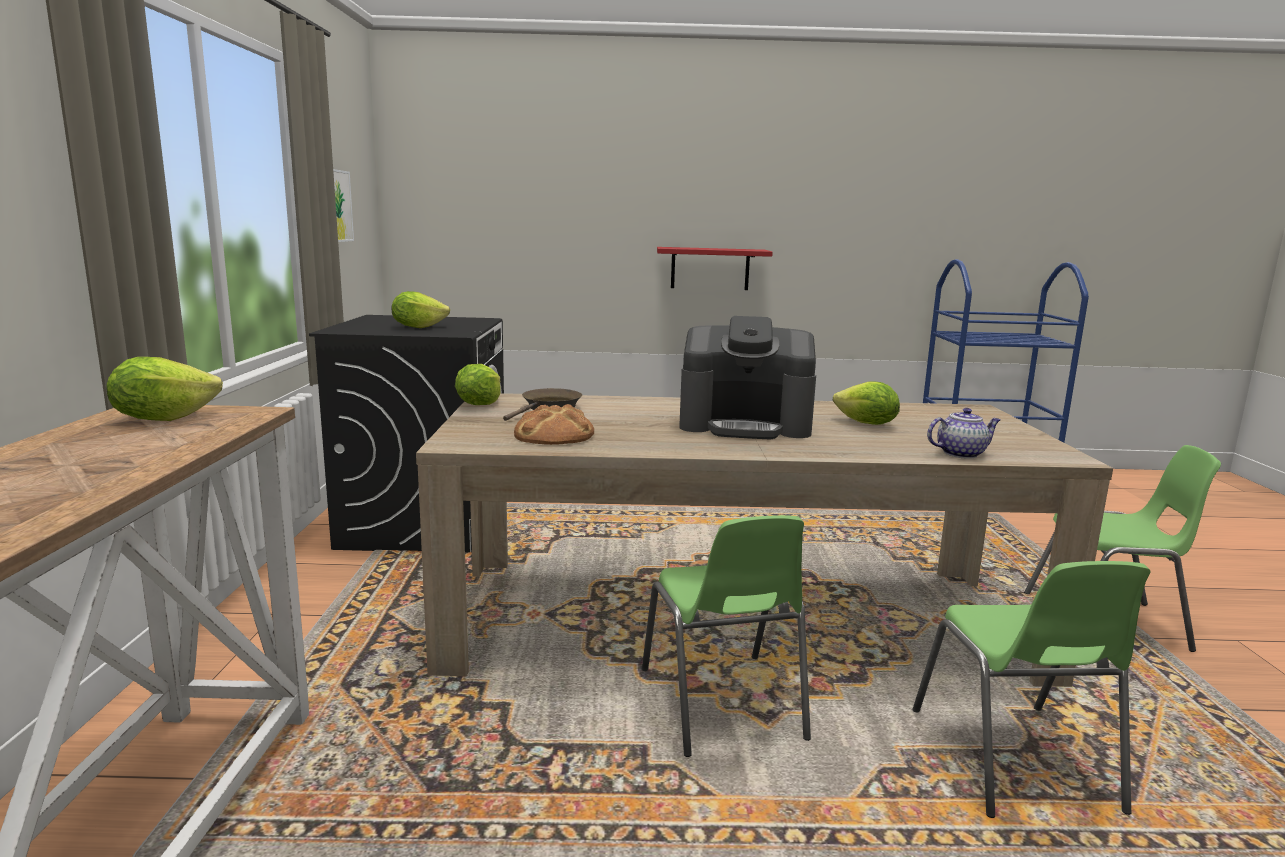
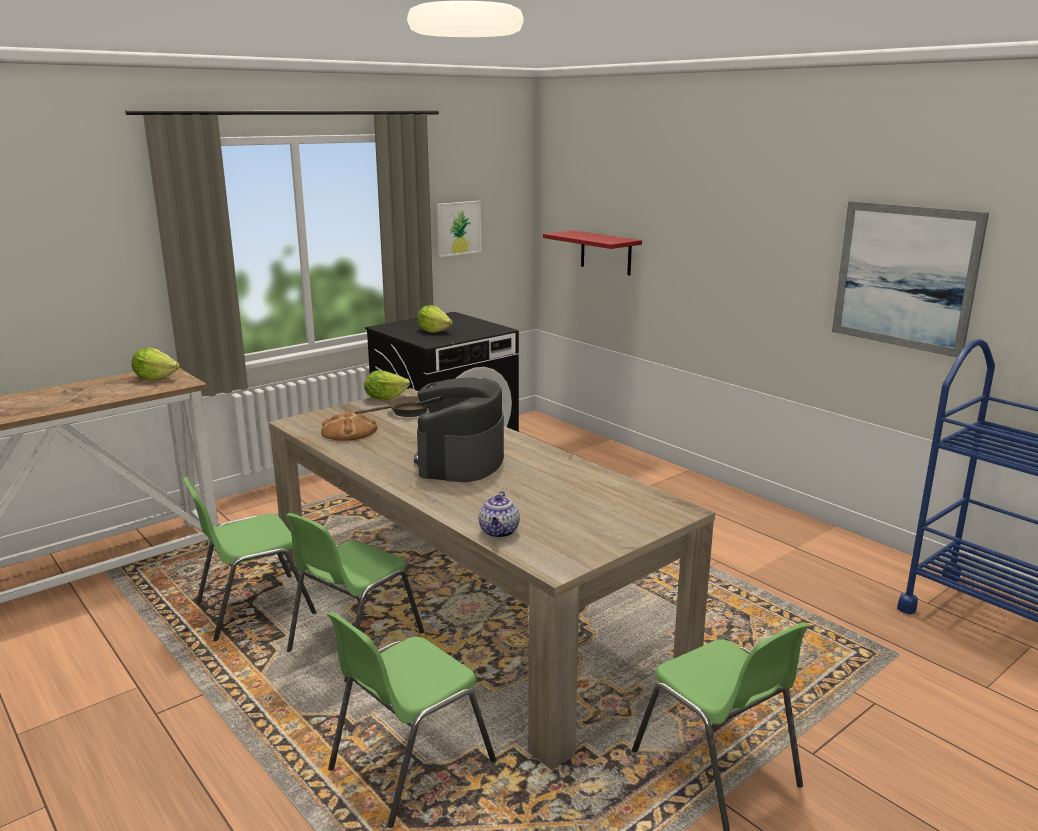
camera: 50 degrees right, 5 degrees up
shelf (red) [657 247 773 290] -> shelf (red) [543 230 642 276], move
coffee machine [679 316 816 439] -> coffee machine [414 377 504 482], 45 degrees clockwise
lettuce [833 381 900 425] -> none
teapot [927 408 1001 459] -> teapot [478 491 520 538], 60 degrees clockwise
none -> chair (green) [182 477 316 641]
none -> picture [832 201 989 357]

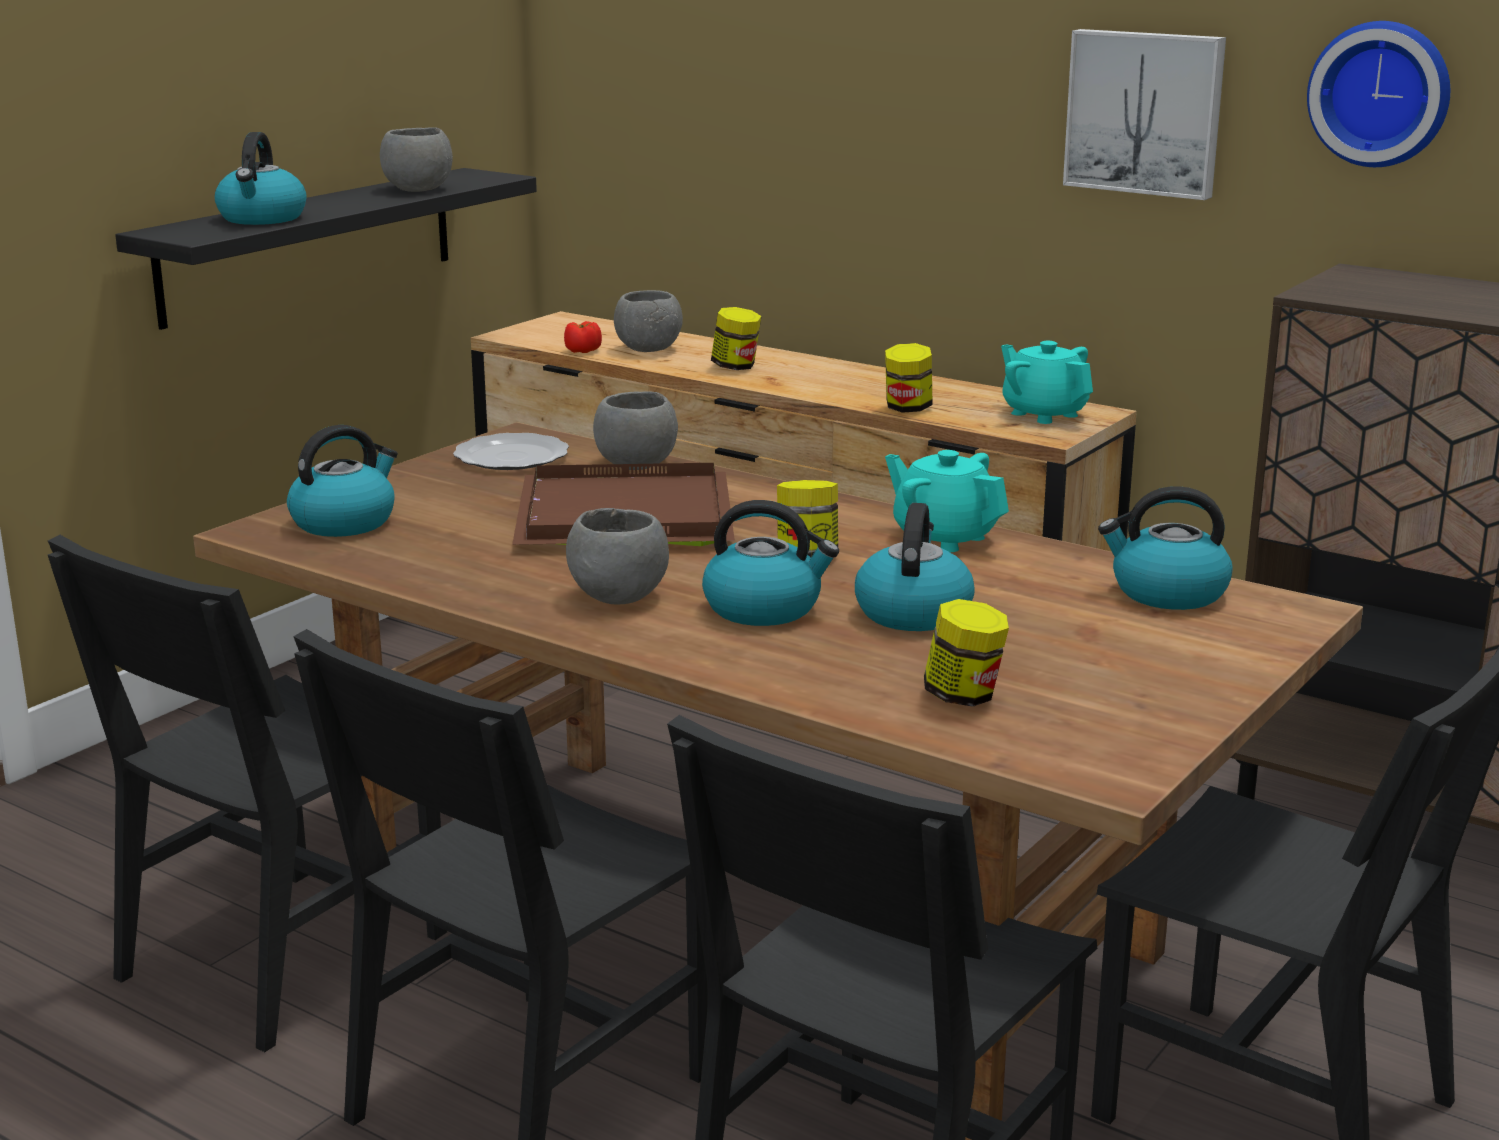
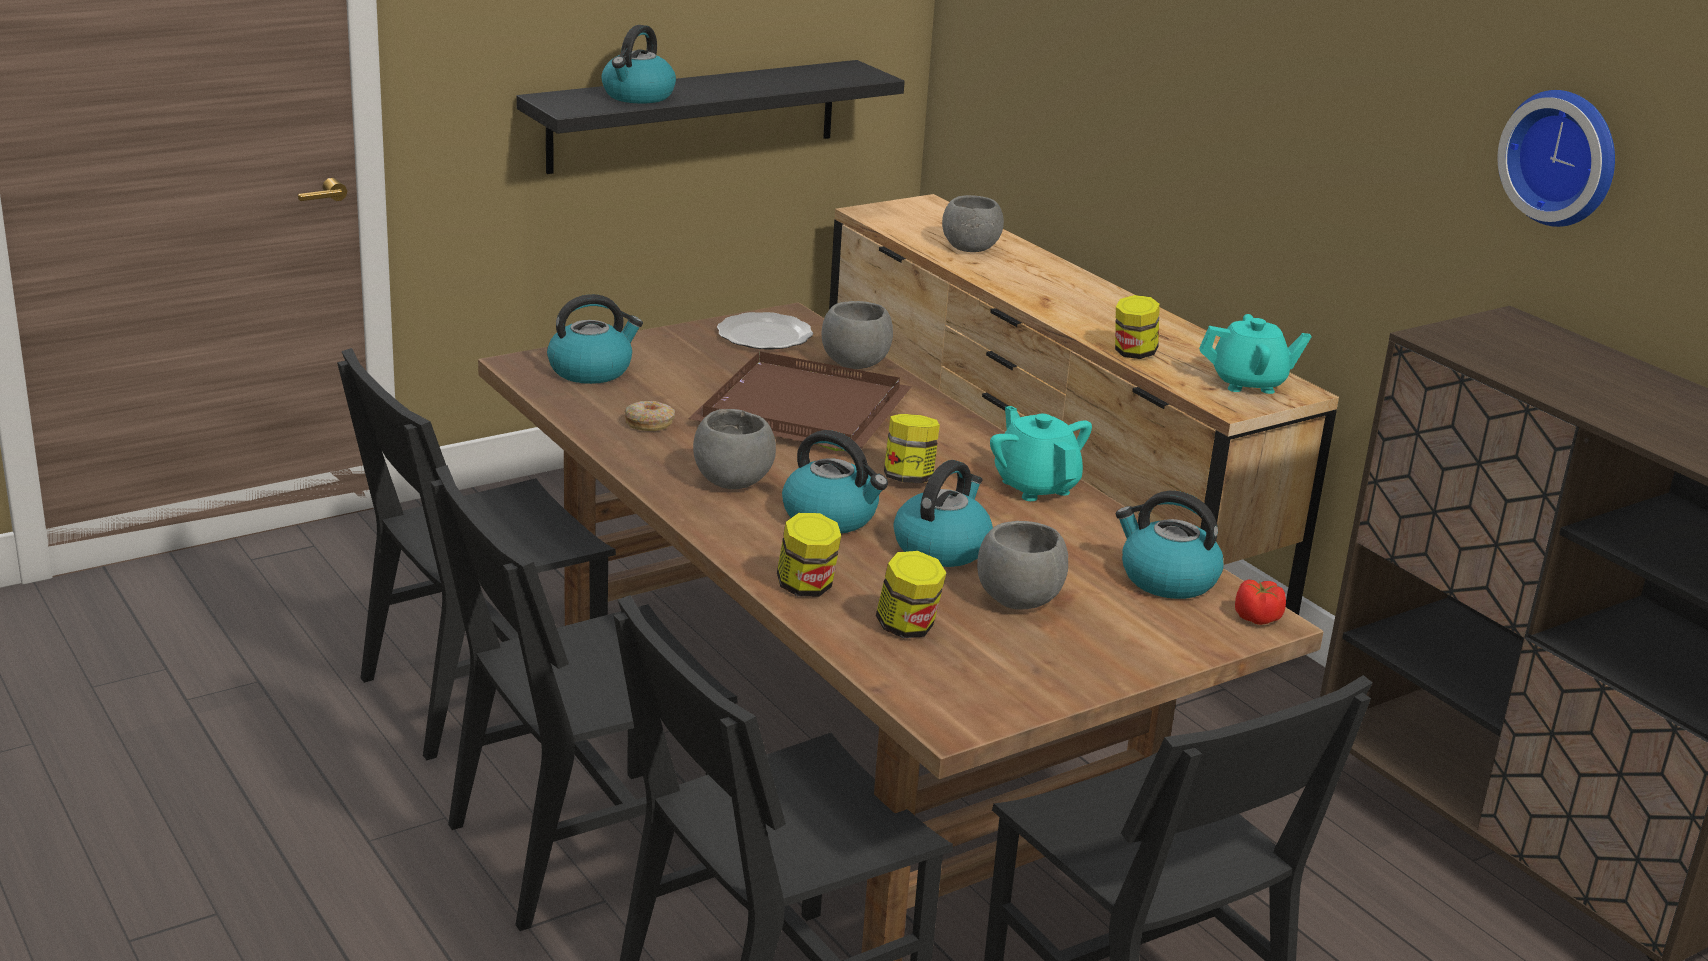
camera: 20 degrees right, 5 degrees up
bowl (grey) [380 127 453 192] -> bowl (grey) [977 521 1068 610], move
tomato [564 321 602 353] -> tomato [1235 579 1286 625], move
jar [711 307 761 370] -> jar [777 513 841 597], move
teapot (turquoise) [1001 341 1093 424] -> teapot (turquoise) [1199 314 1312 394], 105 degrees clockwise
picture [1063 29 1226 200] -> none
none -> donut [624 401 675 431]

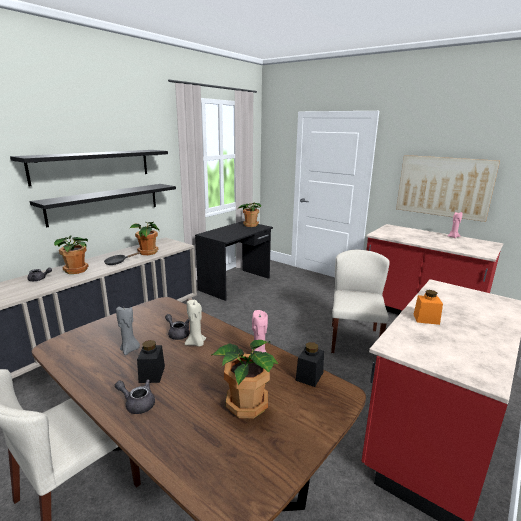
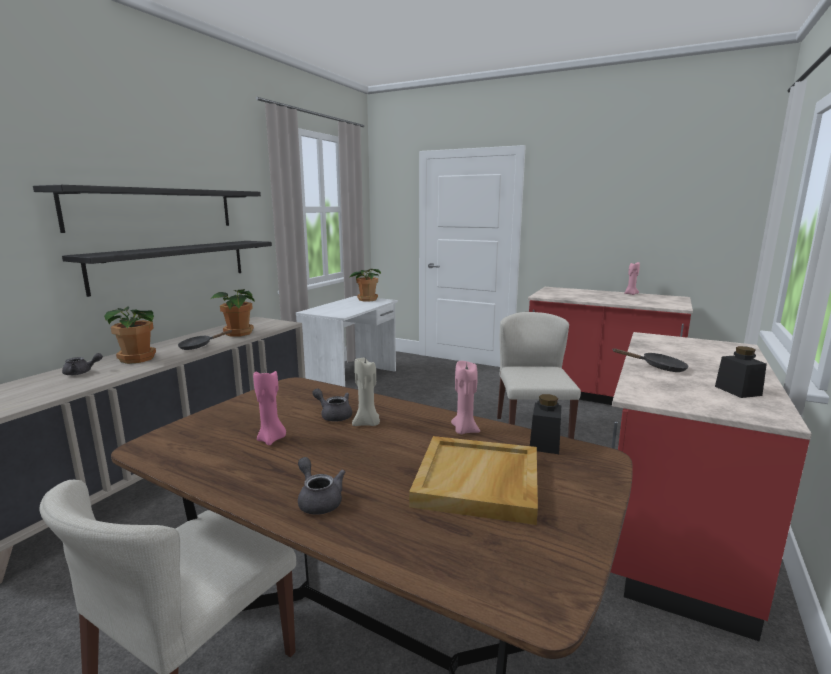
camera: 10 degrees left, 5 degrees down
teapot (grey) [115 380 155 414] -> teapot (grey) [298 457 345 515], 45 degrees clockwise
candle (grey) [116 307 140 355] -> candle (pink) [253 371 286 446]
jar (black) [137 340 165 383] -> jar (black) [715 346 767 398], move
desk (black) [195 221 273 301] -> desk (white) [296 296 398 387]
potted plant [211 340 279 419] -> tray (beige) [409 436 538 525]
picture [396 155 500 222] -> none
jar (orange) [413 290 443 325] -> frying pan (black) [612 348 689 372]

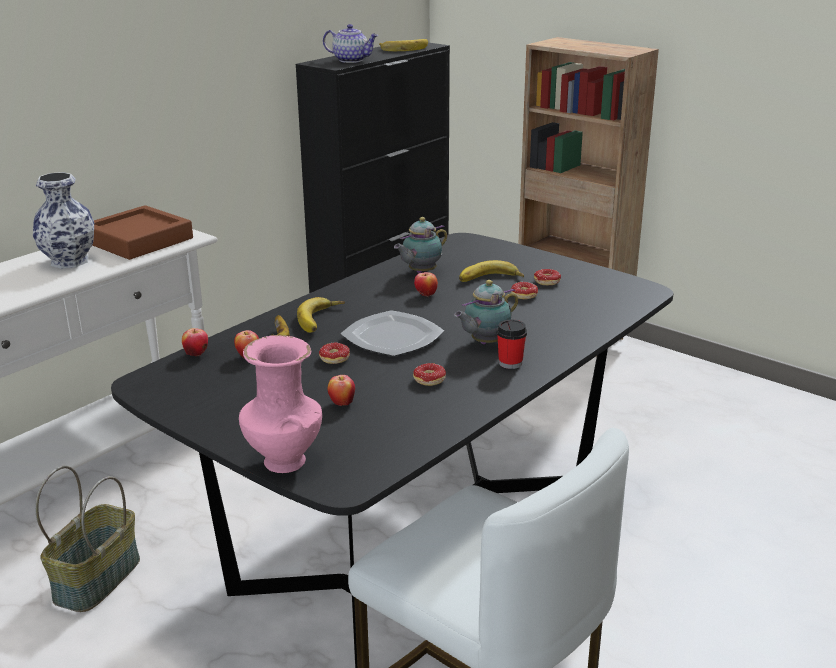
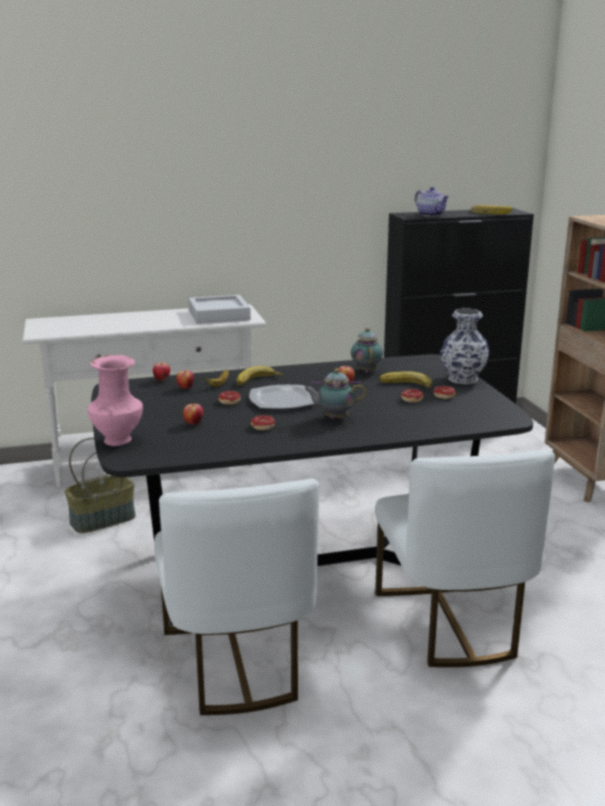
camera: 35 degrees right, 5 degrees down
vase [33 172 94 269] -> vase [440 308 489 384], move
tray (brown) [92 205 193 260] -> tray (grey) [188 295 251 324]
teapot [394 217 447 273] -> teapot [351 328 383 373], 90 degrees clockwise
cup [496 320 527 369] -> none
none -> chair (white) [375 449 555 667]

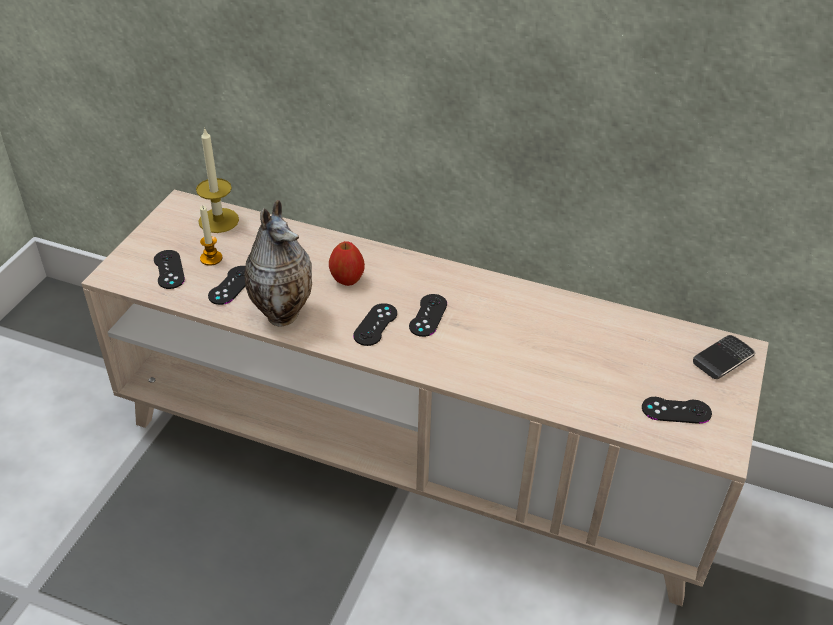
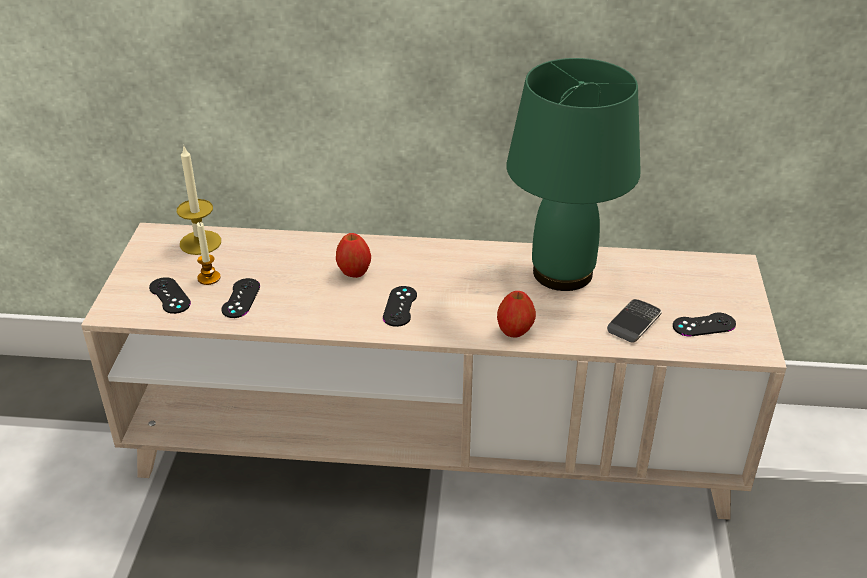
camera: 15 degrees left, 5 degrees down
vase [244 200 312 326] -> none
game controller (black) [409 294 447 337] -> none
phone [693 335 755 379] -> phone [607 299 662 342], move
none -> apple [497 291 536 337]
none -> table lamp (green) [506 58 641 291]

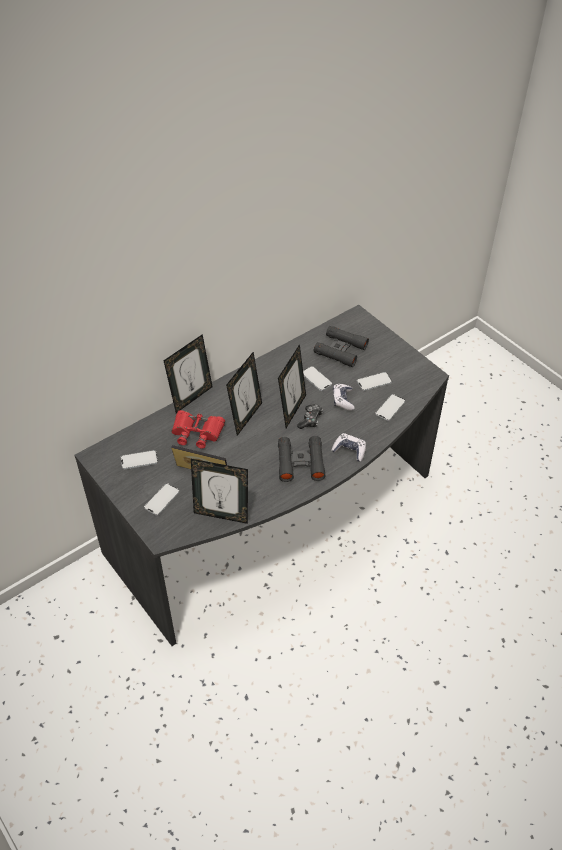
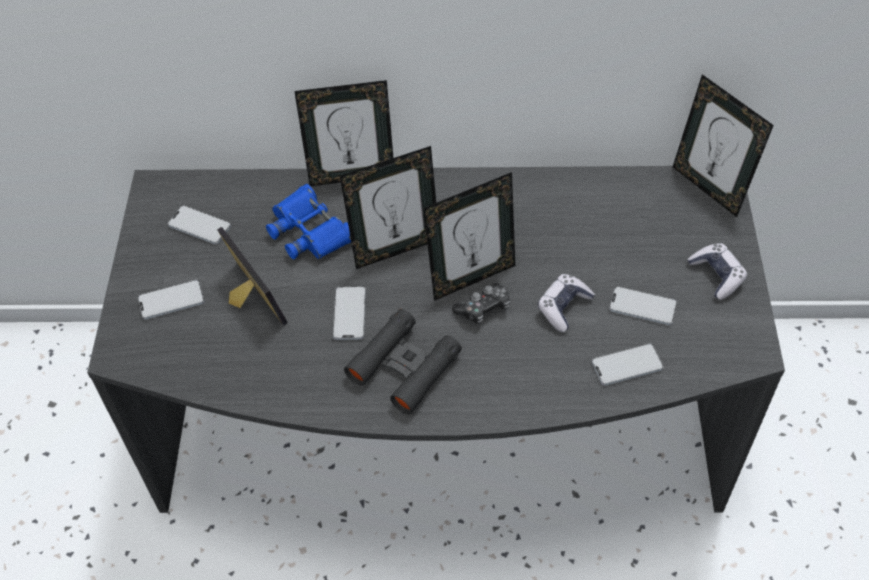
camera: 40 degrees right, 5 degrees up
binoculars (red) [171 410 225 449] -> binoculars (blue) [266 184 351 259]
picture frame [191 459 248 524] -> picture frame [673 74 774 217], move
phone [303 366 333 391] -> phone [333 286 366 340], move
binoculars (black) [314 326 369 367] -> none
game controller [331 433 366 461] -> game controller [687 243 747 300], move

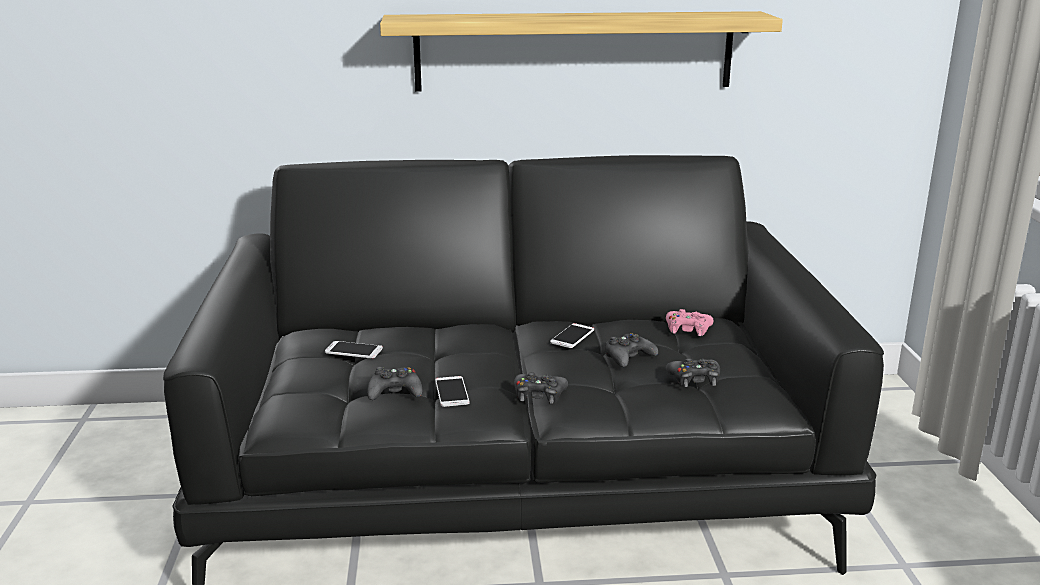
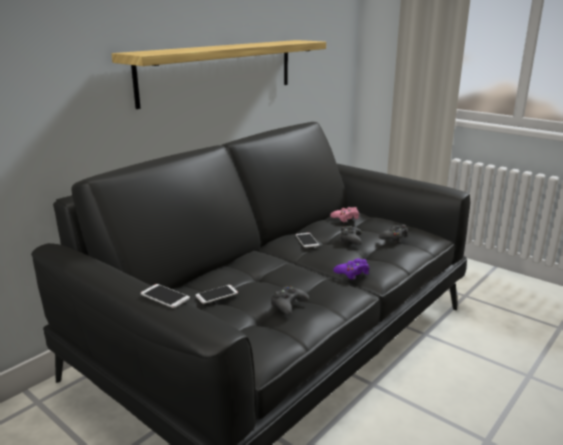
camera: 45 degrees left, 0 degrees up
phone [435 376 469 407] -> phone [141 284 190 308], move
game controller (black) [514 372 568 404] -> game controller (purple) [333 258 369 279]

